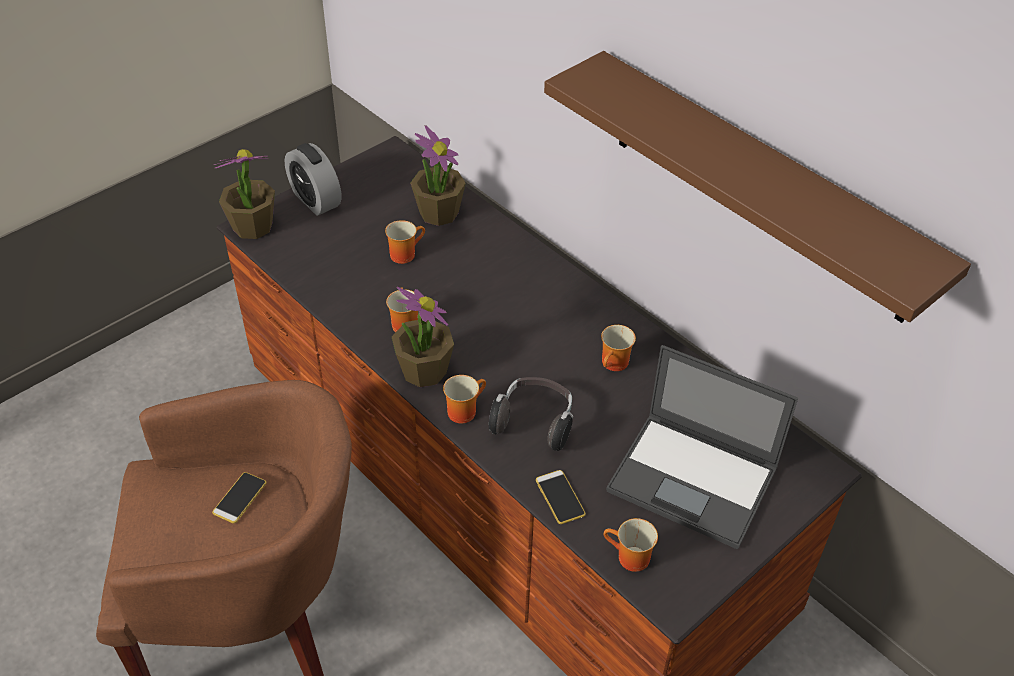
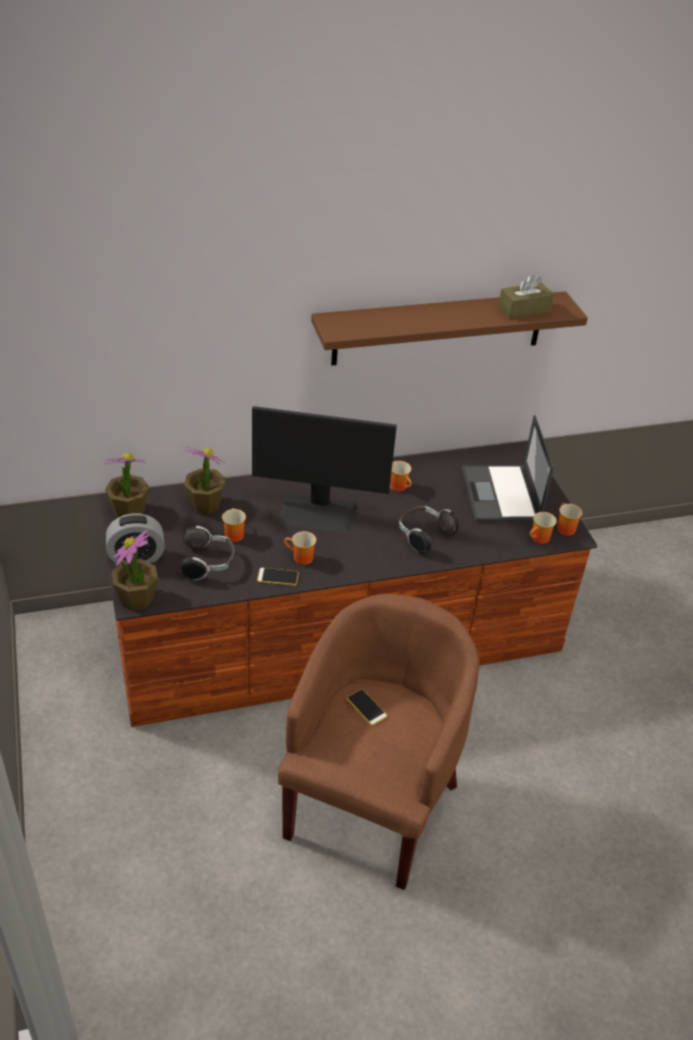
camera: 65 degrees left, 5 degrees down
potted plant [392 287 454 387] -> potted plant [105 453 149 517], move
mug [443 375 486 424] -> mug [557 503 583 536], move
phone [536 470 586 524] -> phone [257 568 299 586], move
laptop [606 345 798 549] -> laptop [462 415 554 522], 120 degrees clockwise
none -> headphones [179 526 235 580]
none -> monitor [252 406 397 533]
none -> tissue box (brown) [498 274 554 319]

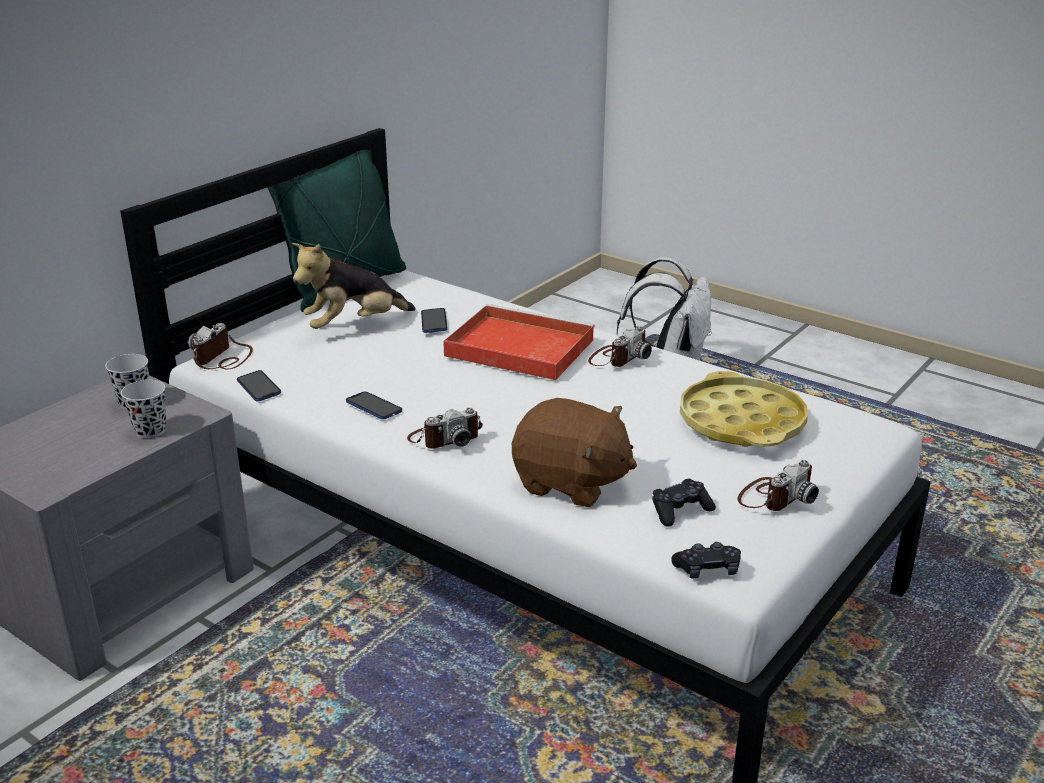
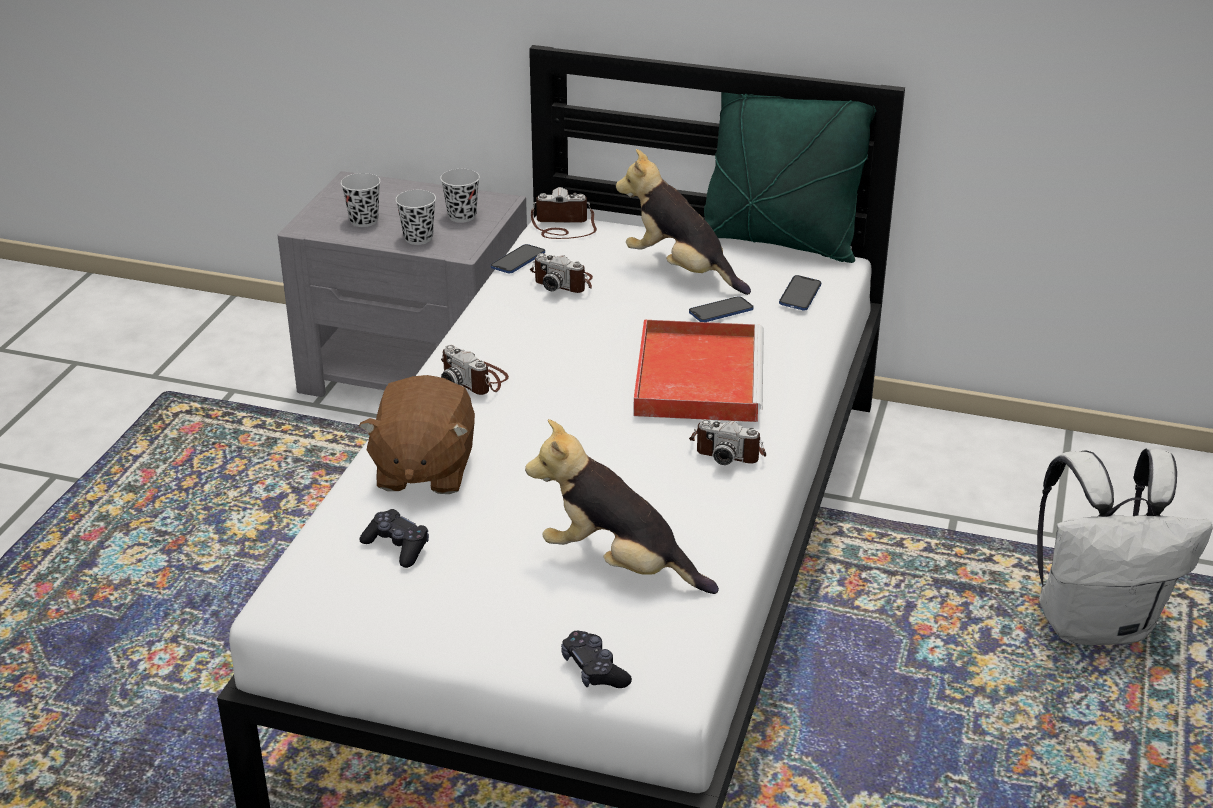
camera: 70 degrees right, 5 degrees up
phone [346 392 402 419] -> phone [779 275 821 310], move
game controller (black) [671 542 741 578] -> game controller (black) [561 631 632 688], move
tray (yellow) [680 371 808 447] -> plush toy [525 419 719 594]
photo camera [737 460 819 511] -> photo camera [530 253 593 293], move
none -> cup (black) [341 173 380 227]

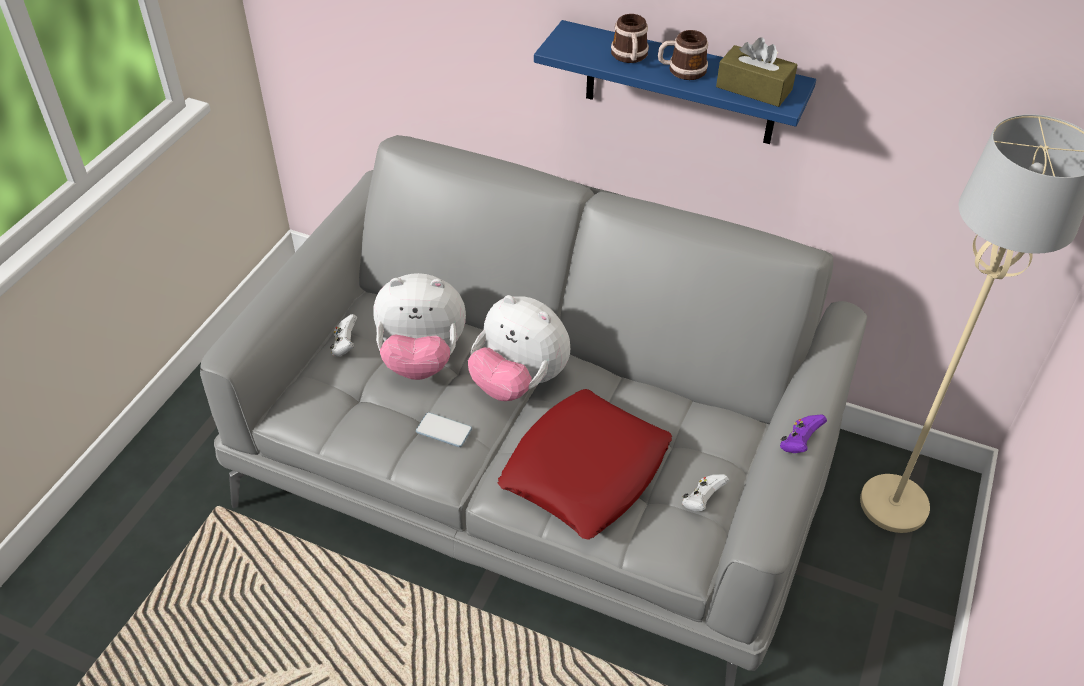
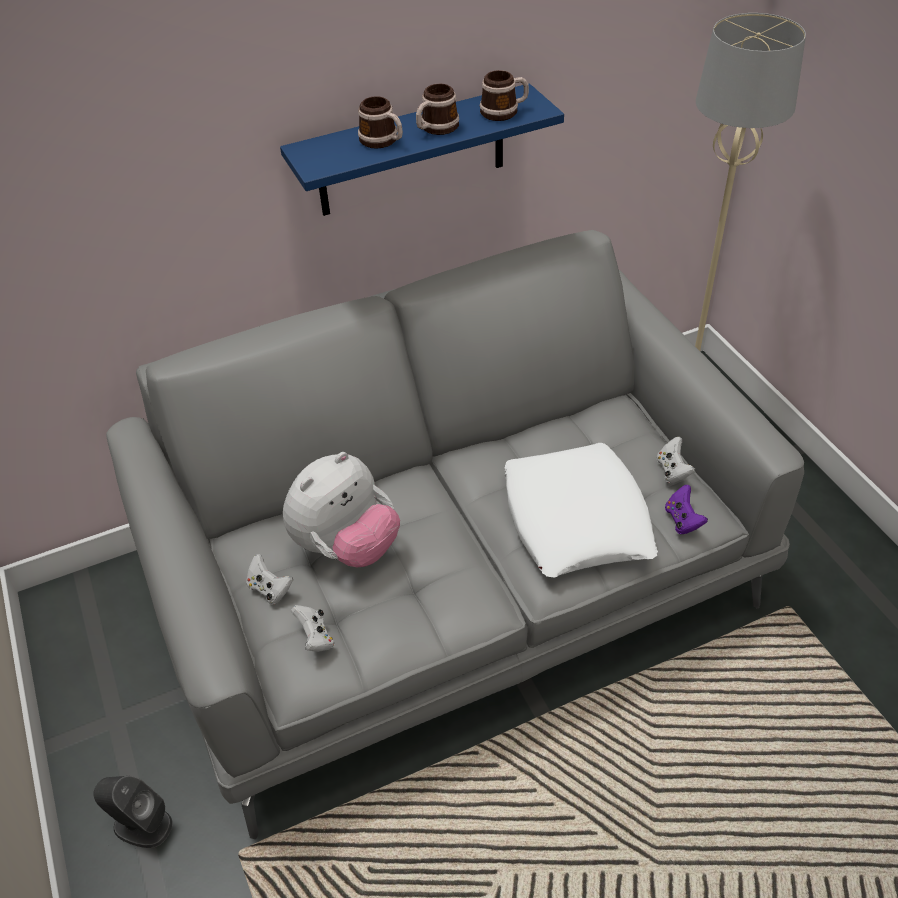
camera: 45 degrees left, 0 degrees up
phone [416 412 472 447] -> none
plush toy [468 295 570 401] -> none
pillow (red) [498 389 672 540] -> pillow (white) [505 443 658 578]
tissue box (brown) [716 37 797 107] -> mug [480 70 529 121]
game controller (purple) [780 415 827 453] -> game controller (purple) [665 485 708 534], move
none -> speaker (grey) [93 776 172 848]
none -> game controller (white) [291 605 334 652]

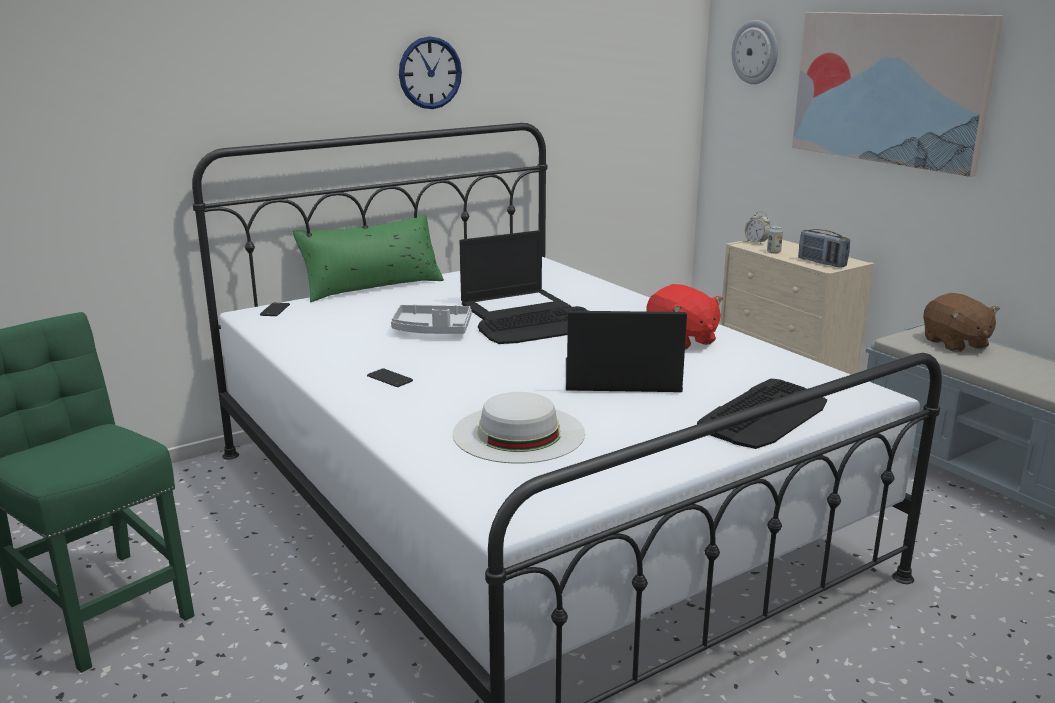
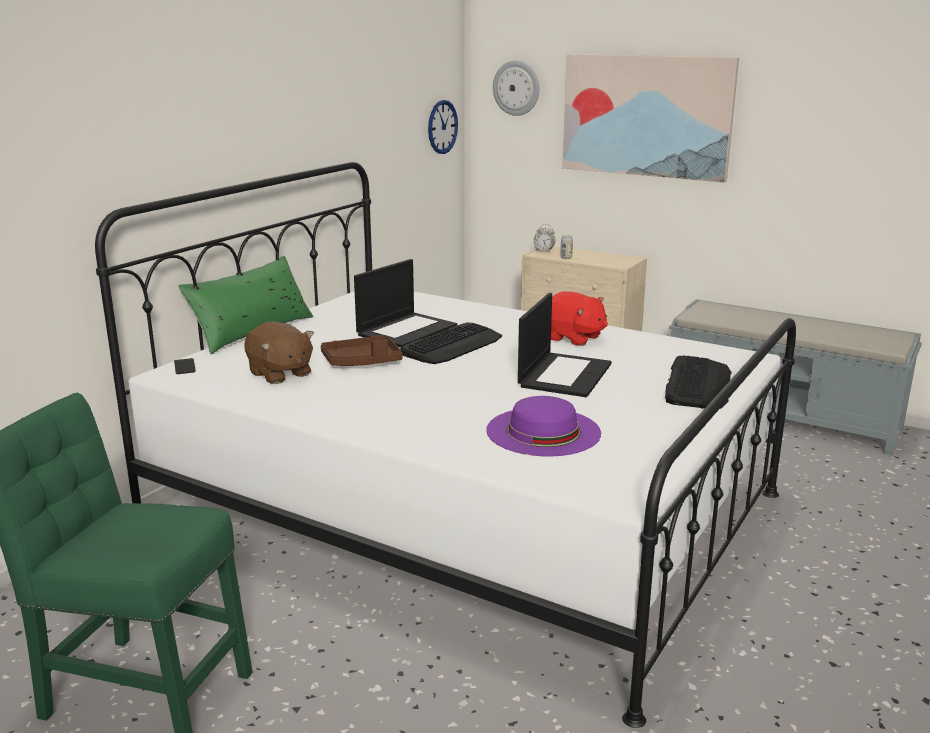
camera: 25 degrees left, 0 degrees up
phone [367 369 413 387] -> none
tray (grey) [391 304 472 334] -> tray (brown) [321 335 403 366]
wall clock [399 36 462 109] -> wall clock [428 100 458 154], move
hat (white) [453 392 585 464] -> hat (purple) [487 396 601 456]
laptop [566 311 687 392] -> laptop [518 293 612 397], 135 degrees clockwise
radio [798 229 850 268] -> none
plush toy (brown) [923 293 1000 352] -> plush toy (brown) [244 322 314 384], move

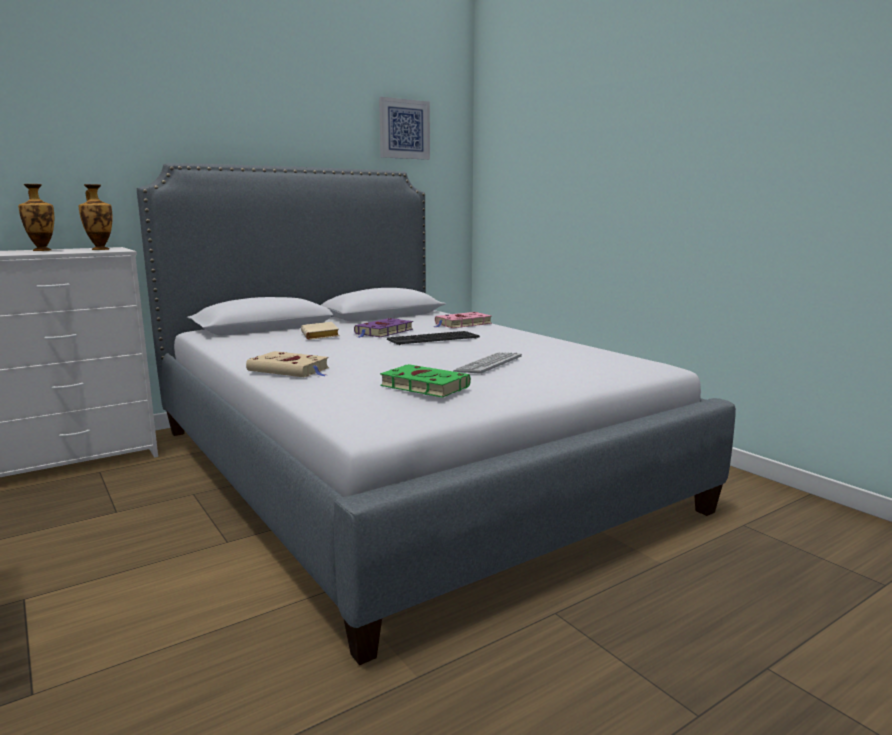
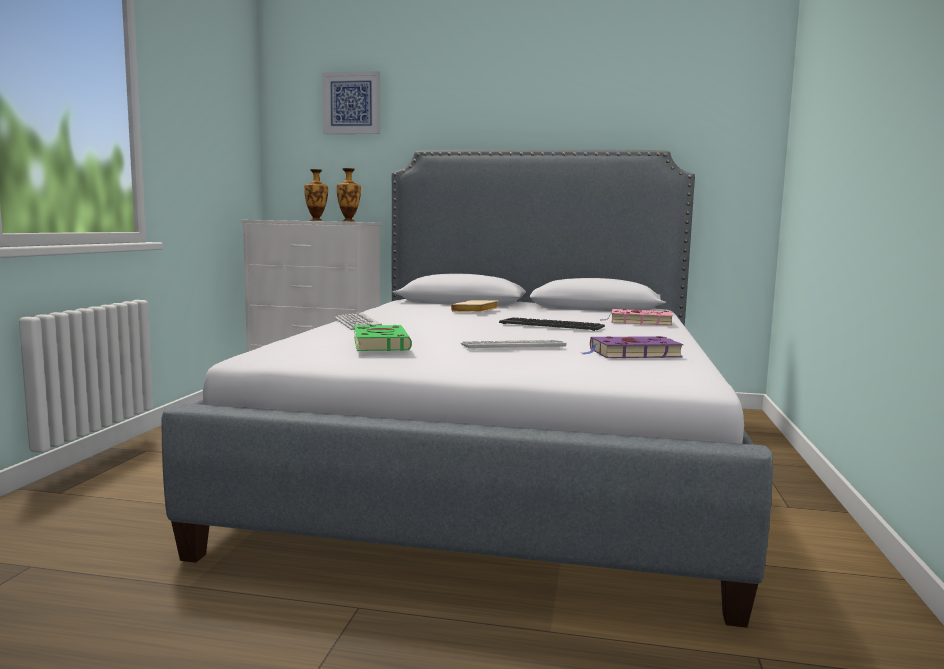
camera: 45 degrees right, 5 degrees down
book (beige) [246 351 329 377] -> keyboard [335 313 382 330]
book (purple) [354 318 413 338] -> book (purple) [583 336 683 358], move
picture [379 97 430 160] -> picture [322 71 380 134], move

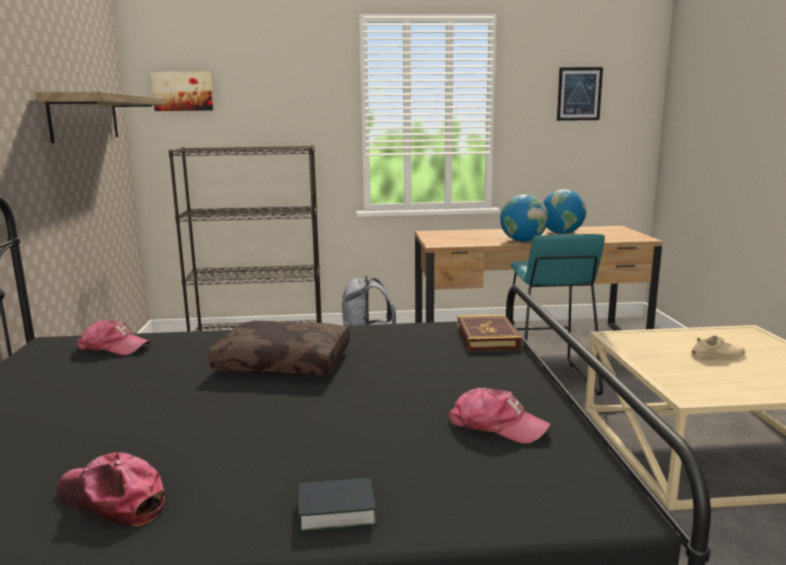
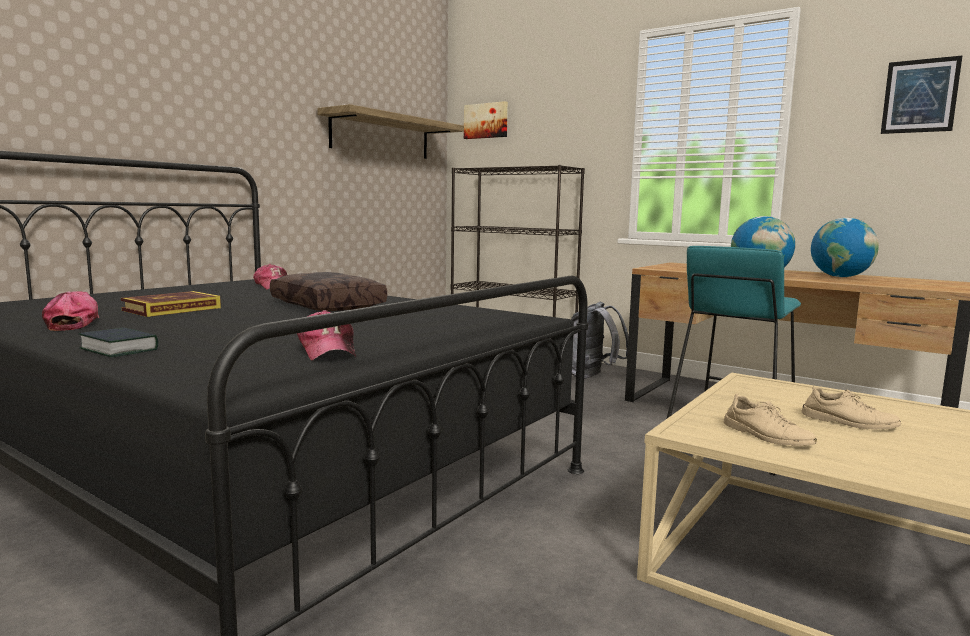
camera: 40 degrees right, 5 degrees down
book [457 314 522 351] -> book [121 291 221 317], move
none -> shoe (beige) [724 394 817 446]

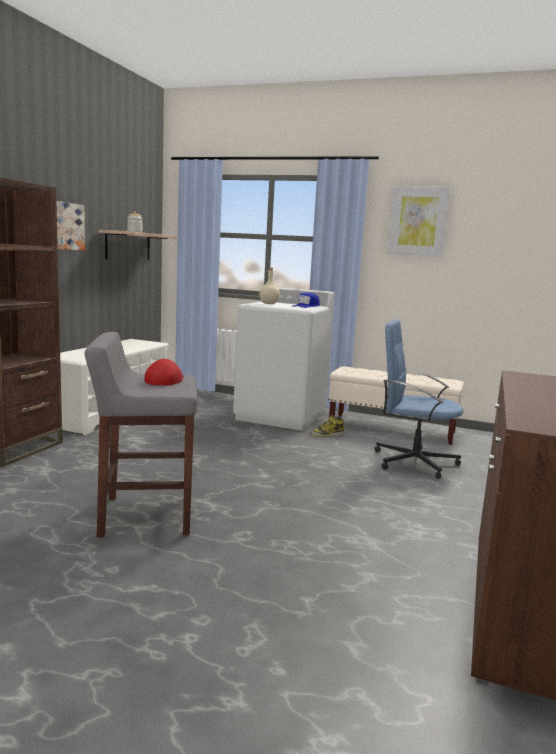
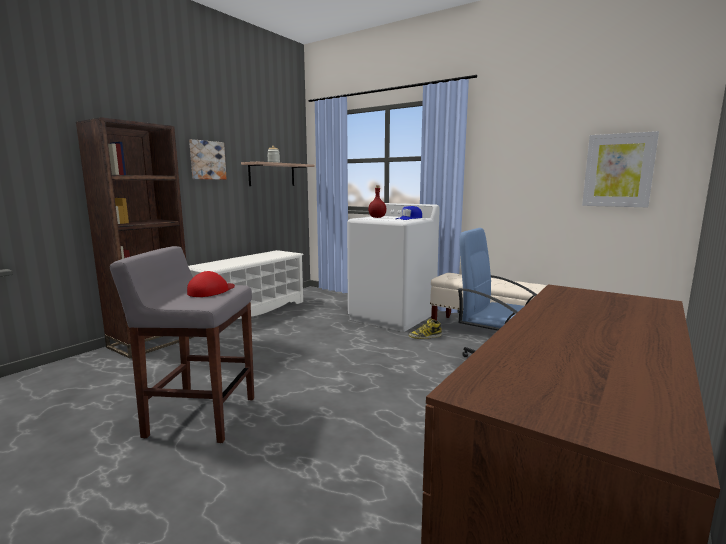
camera: 15 degrees right, 0 degrees up
bottle (beige) [259 268 280 304] -> bottle (red) [368 185 387 218]
picture [388 186 450 257] -> picture [582 131 659 207], move

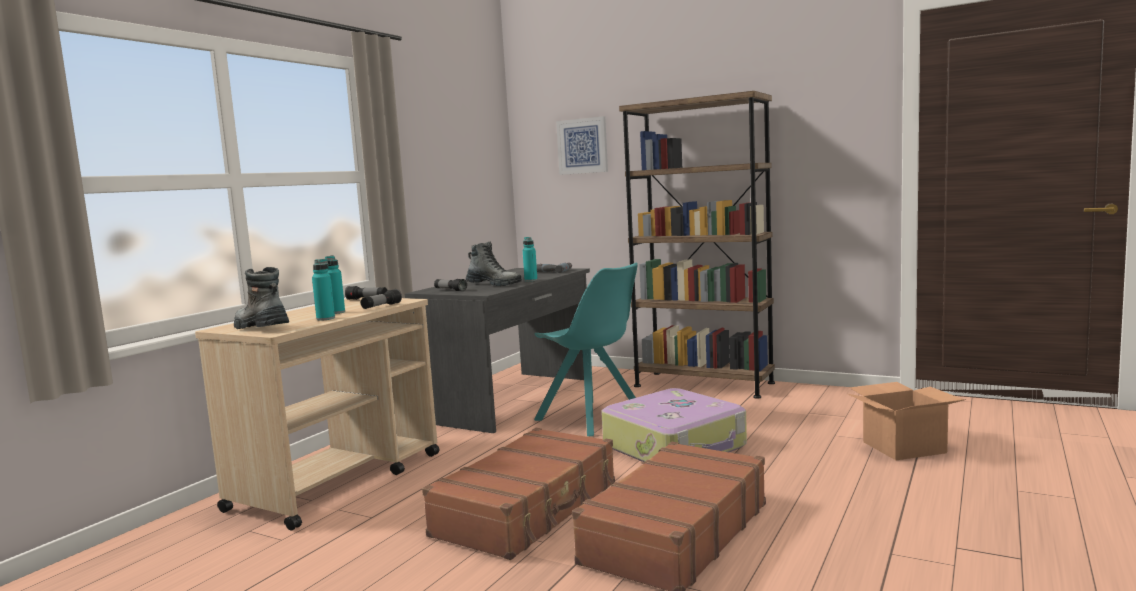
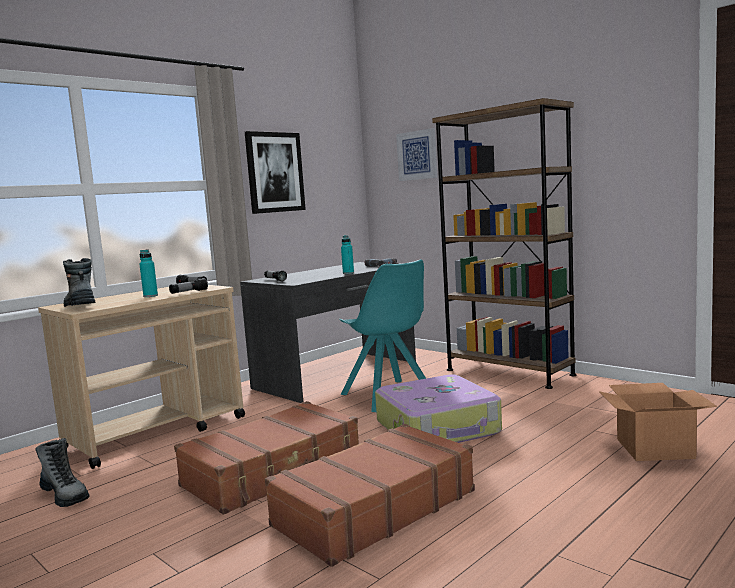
camera: 15 degrees right, 0 degrees up
bottle (turquoise) [312 258 335 321] -> none
boot [466 242 522 286] -> boot [35 438 89 507], move
none -> picture [245 131 306 214]

